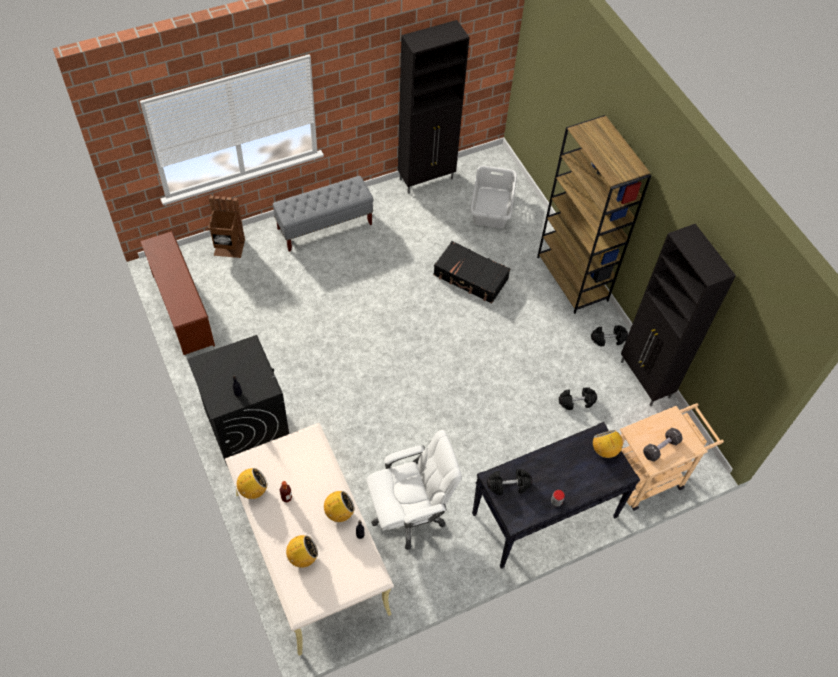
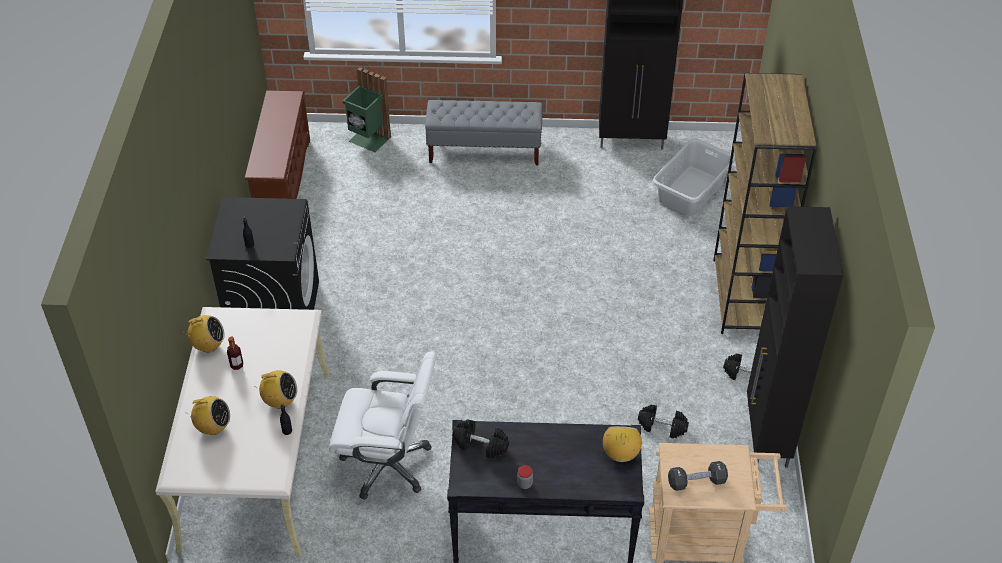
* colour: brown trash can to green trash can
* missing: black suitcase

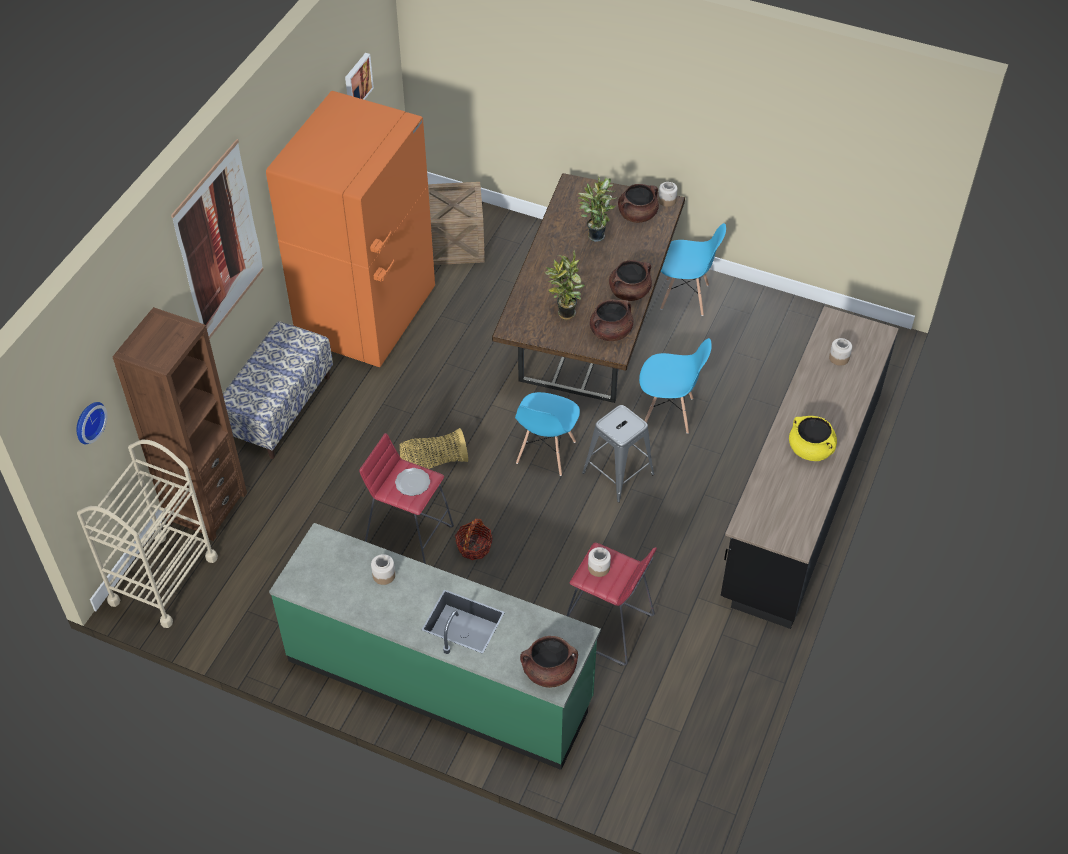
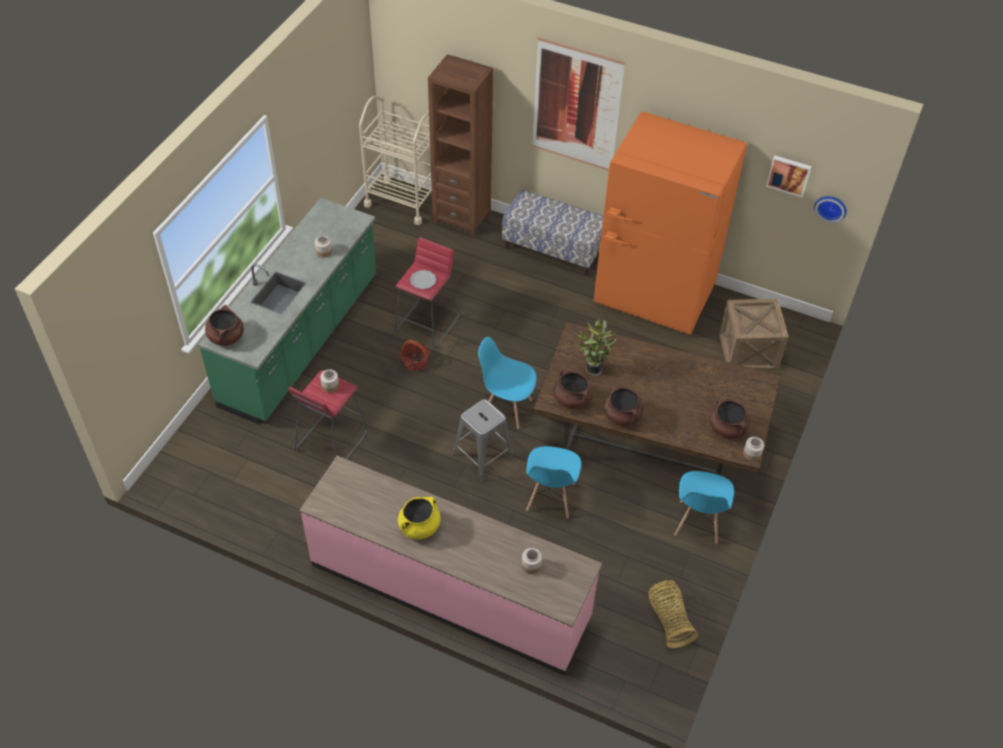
* missing: potted plant (no. 2 from left)
* colour: black counter to pink counter
* relocated: wall clock
* relocated: basket (no. 1 from left in the first image) to basket (no. 2 from left)

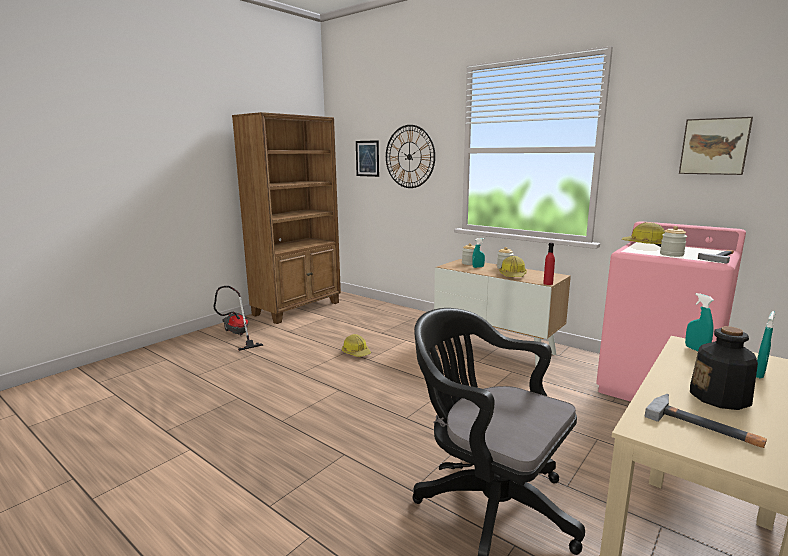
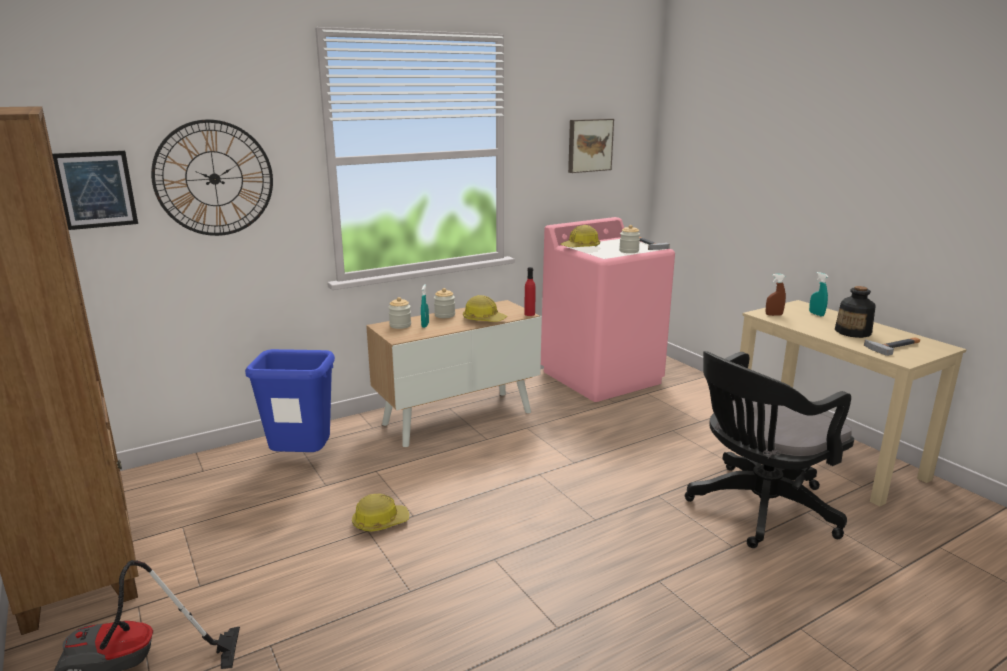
* colour: turquoise spray bottle (no. 2 from left) to brown spray bottle
* appeared: blue trash can

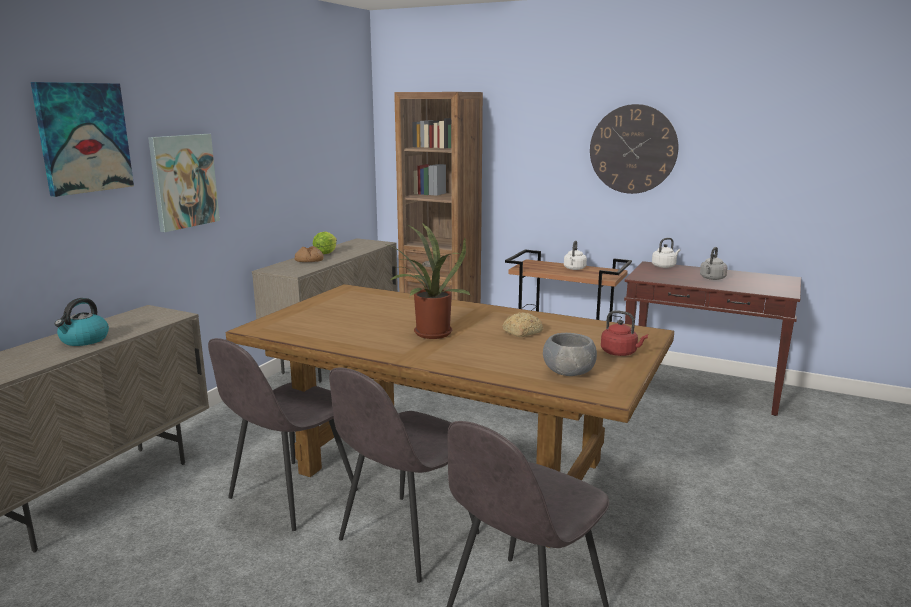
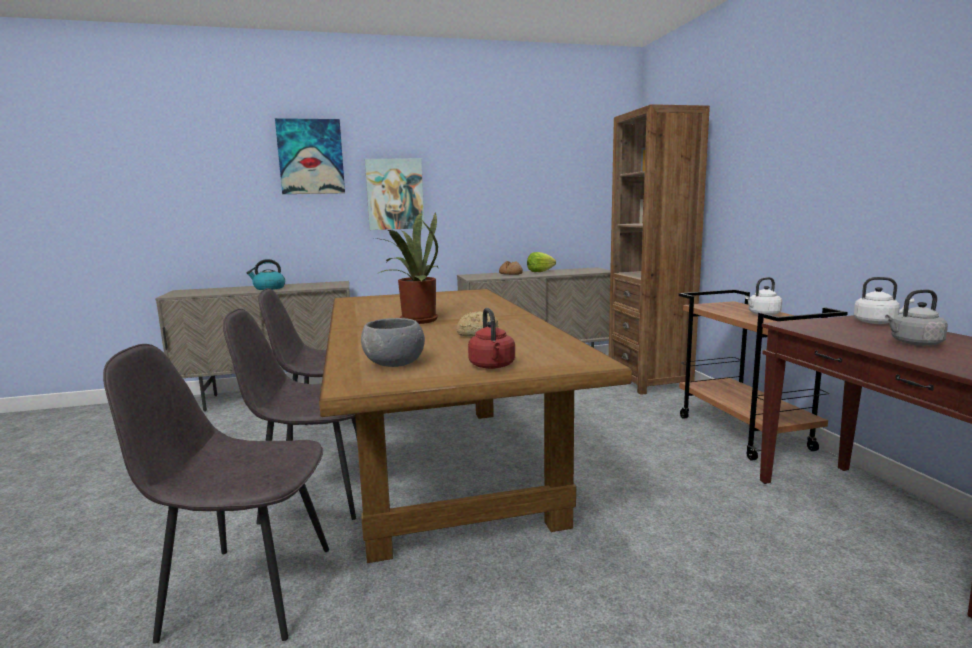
* missing: wall clock

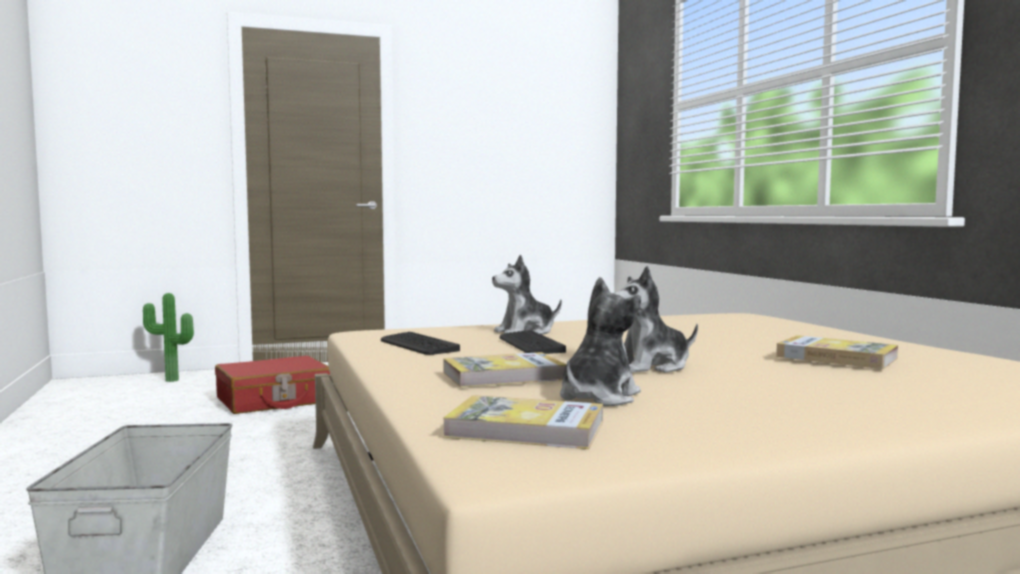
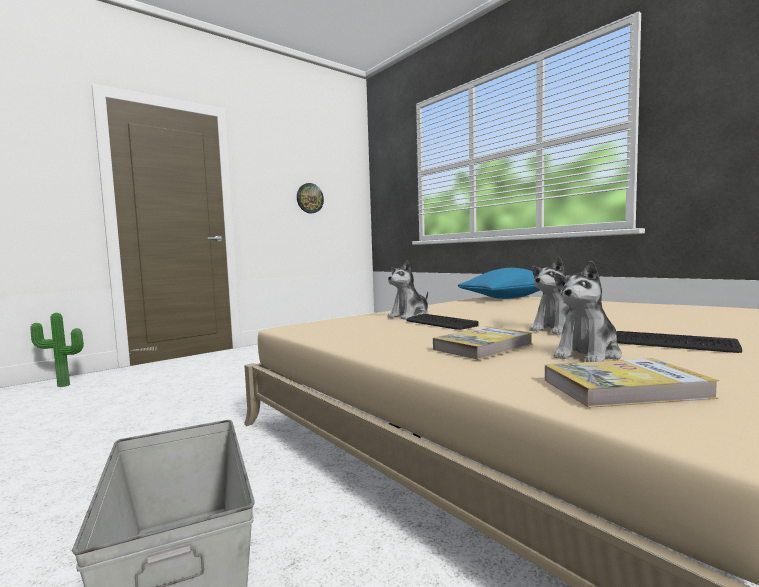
* spun: plush toy (no. 2 from left in the first image) 150 degrees counterclockwise
* relocated: keyboard (no. 1 from left in the first image) to keyboard (no. 2 from left)
* missing: book (no. 3 from left)
* missing: red suitcase
* appeared: wall clock
* appeared: blue pillow

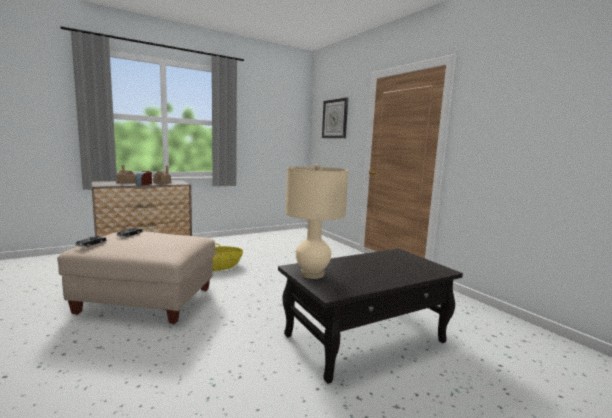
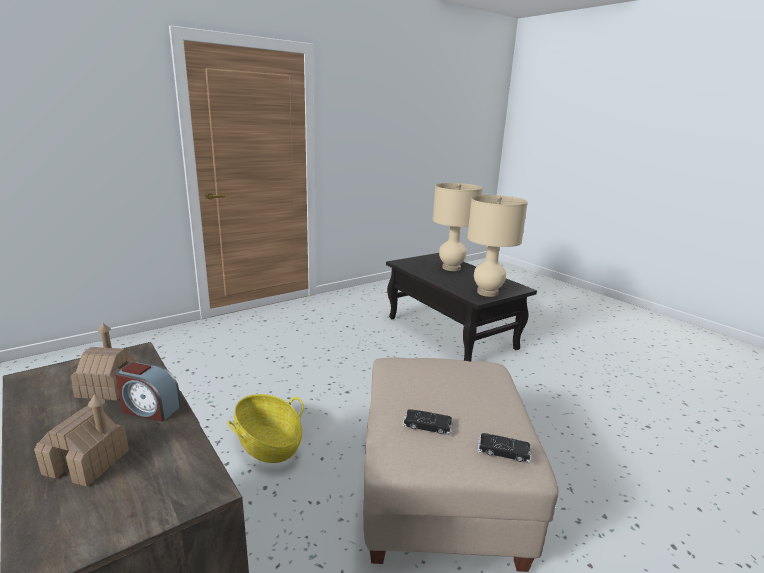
* missing: wall clock
* appeared: beige table lamp (no. 1 from left)

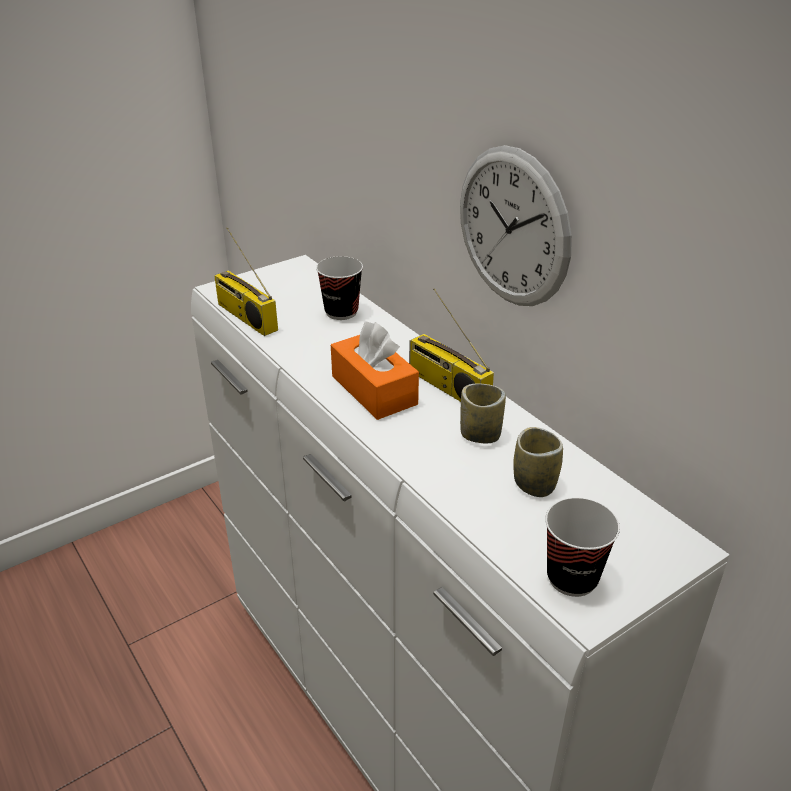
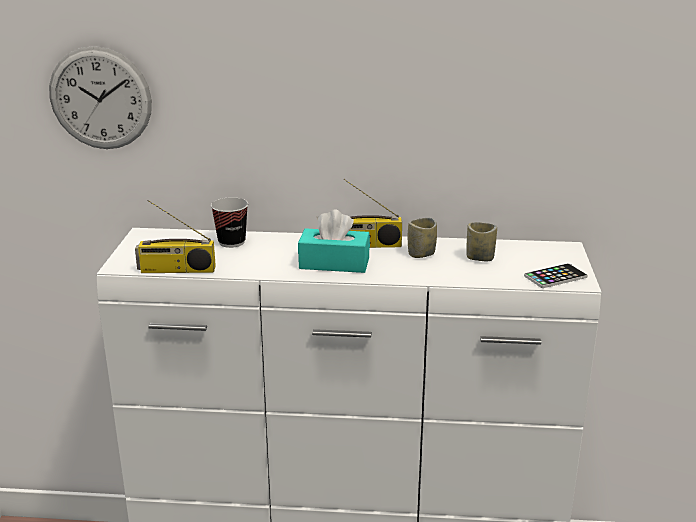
* relocated: wall clock
* colour: orange tissue box to turquoise tissue box
* exchanged: cup (no. 4 from left) to phone

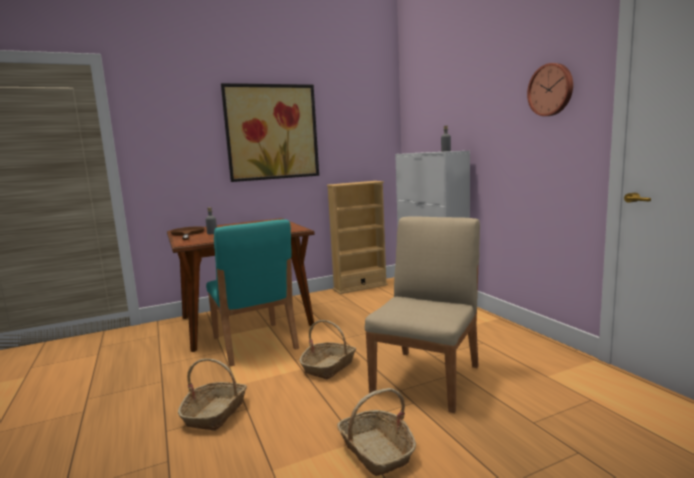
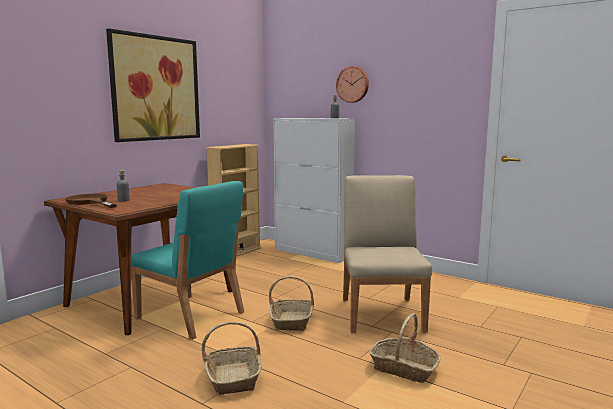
* relocated: wall clock

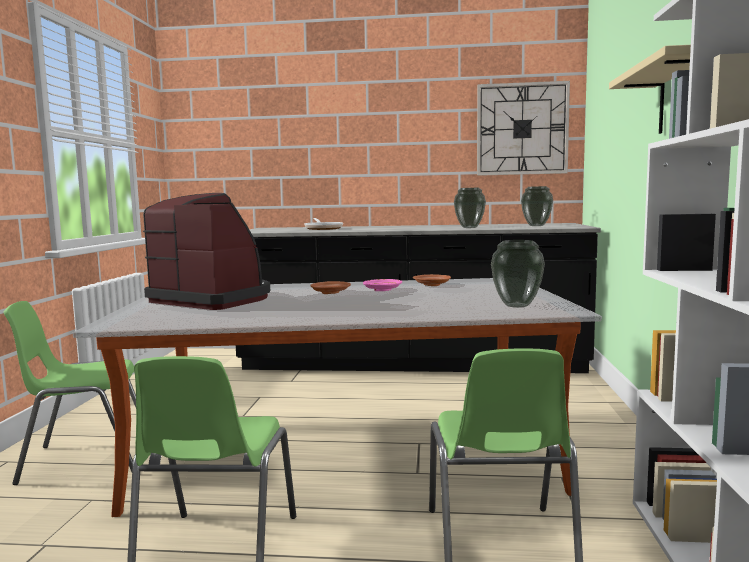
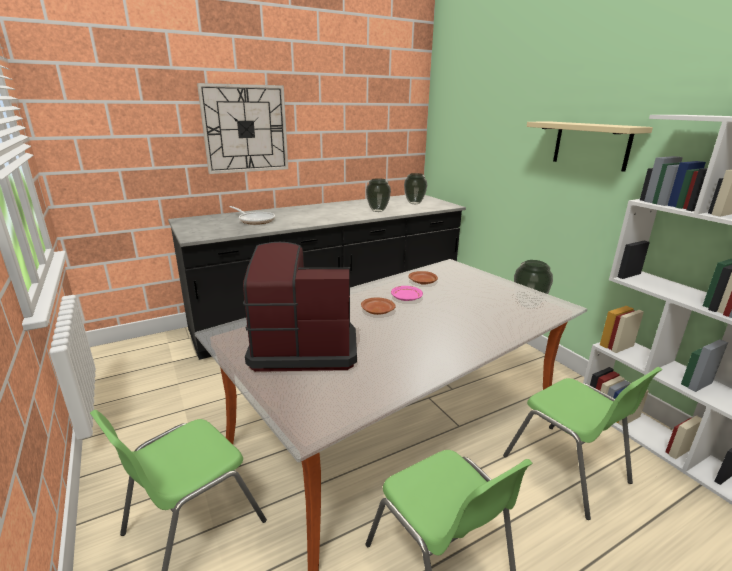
* relocated: wall clock

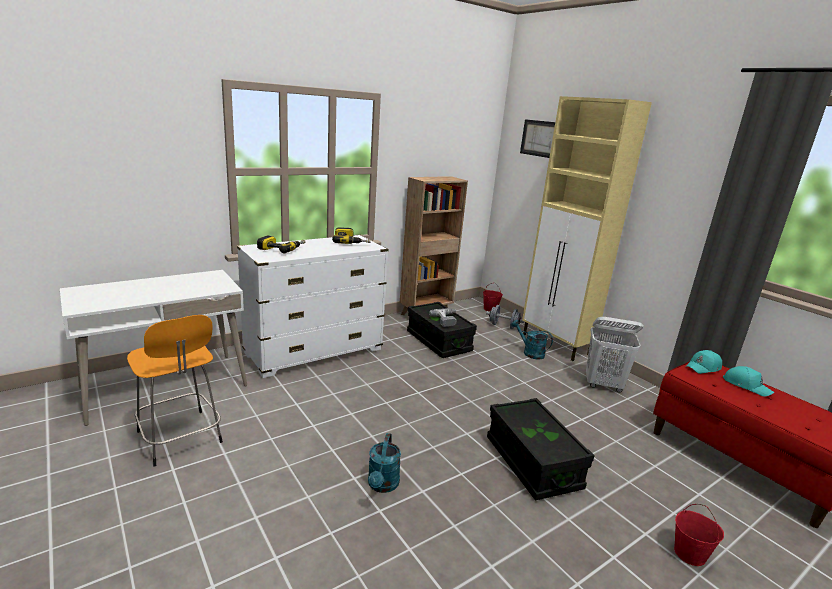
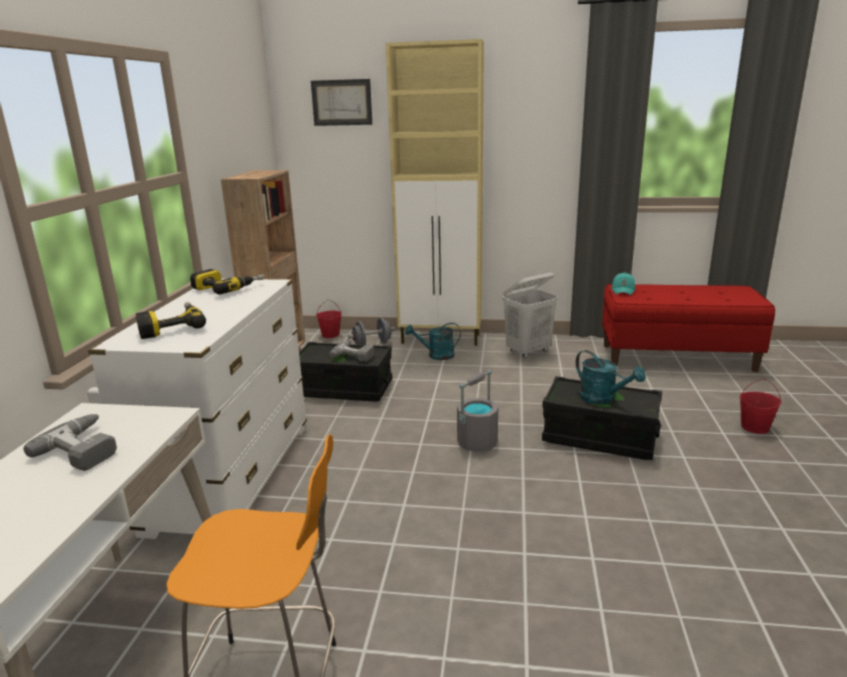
* missing: turquoise cap (no. 2 from left)
* relocated: turquoise watering can (no. 1 from left in the first image) to turquoise watering can (no. 2 from left)
* appeared: grey bucket
* appeared: power drill (no. 1 from left)

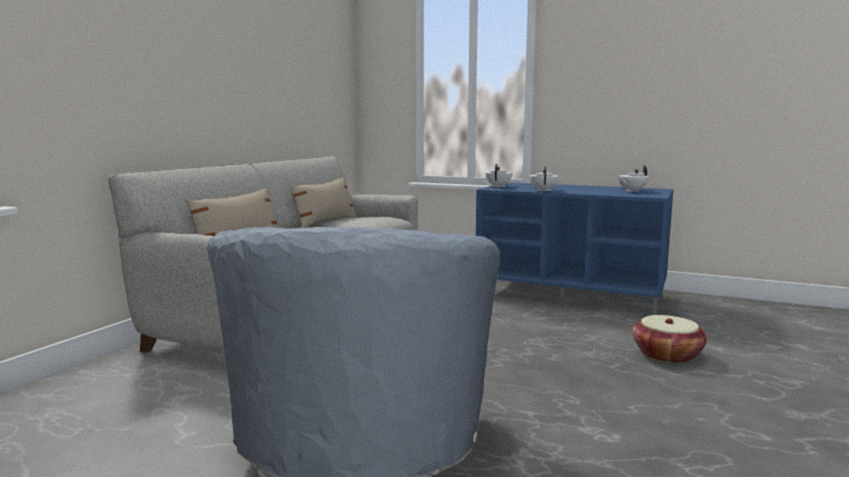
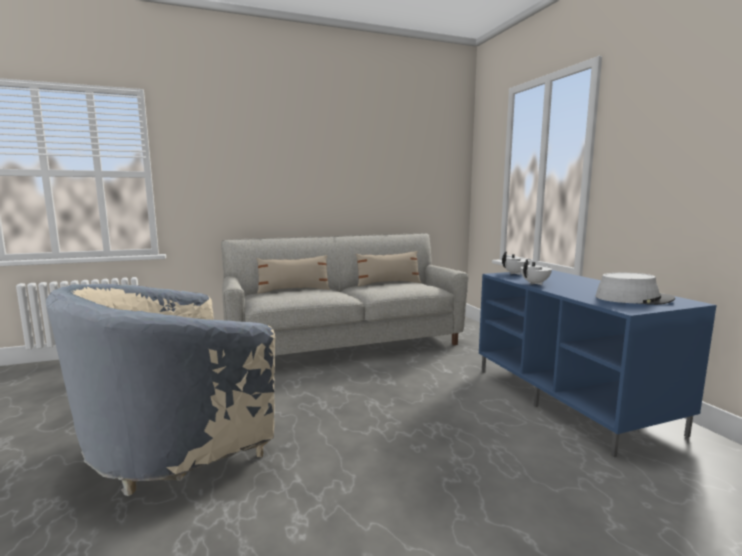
* exchanged: white teapot (no. 3 from left) to grey hat
* missing: basket

